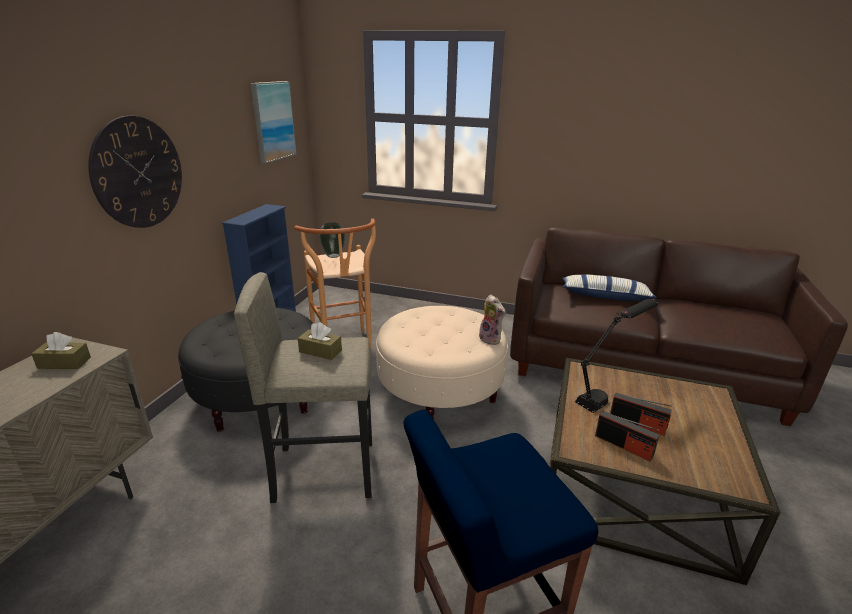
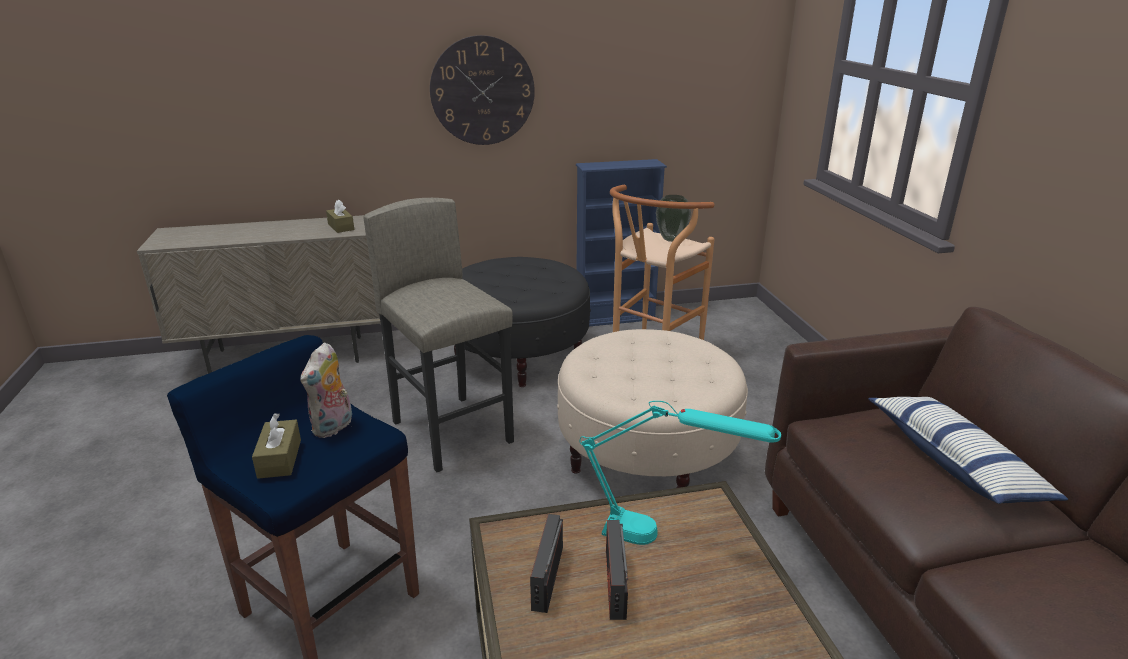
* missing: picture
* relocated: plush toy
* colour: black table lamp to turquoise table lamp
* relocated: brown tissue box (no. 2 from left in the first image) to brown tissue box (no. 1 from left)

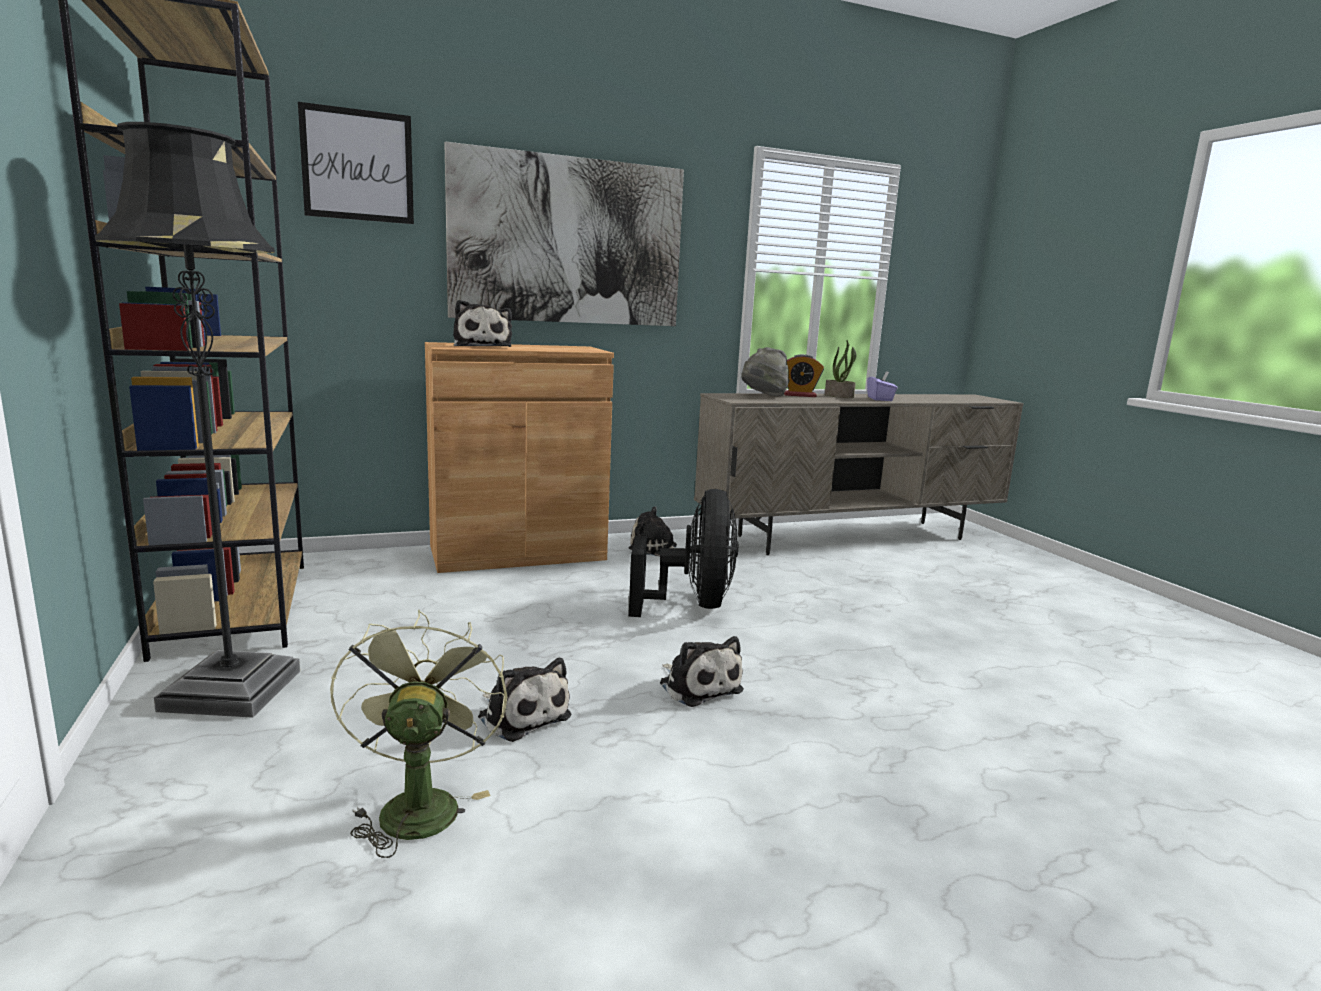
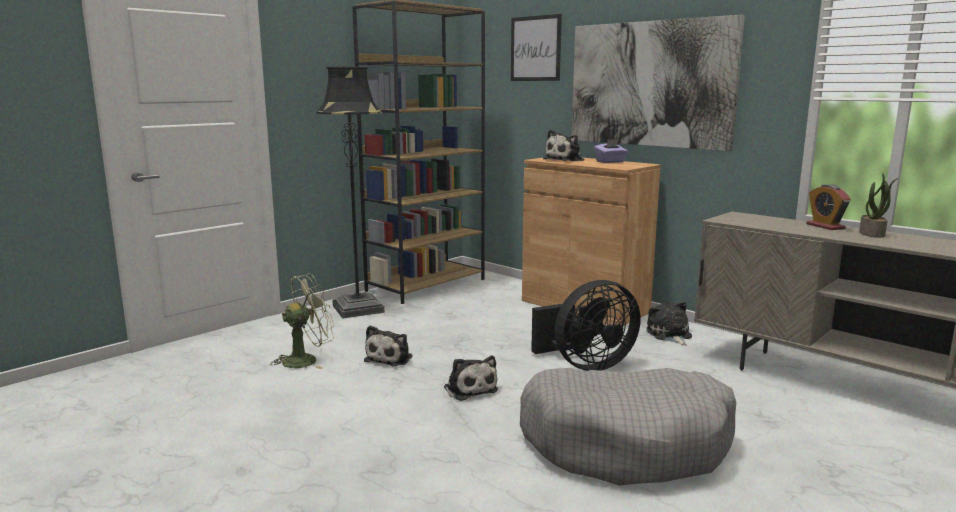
* missing: grey hat
* relocated: purple tissue box
* spun: plush toy (no. 4 from left in the first image) 60 degrees counterclockwise
* appeared: grey dog bed

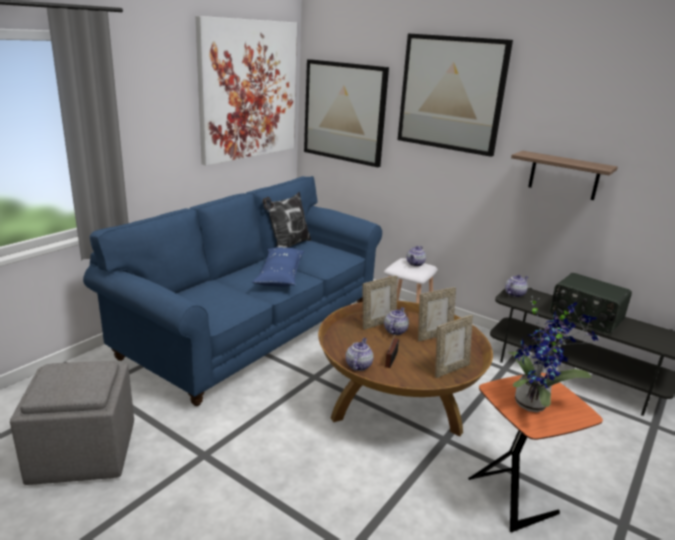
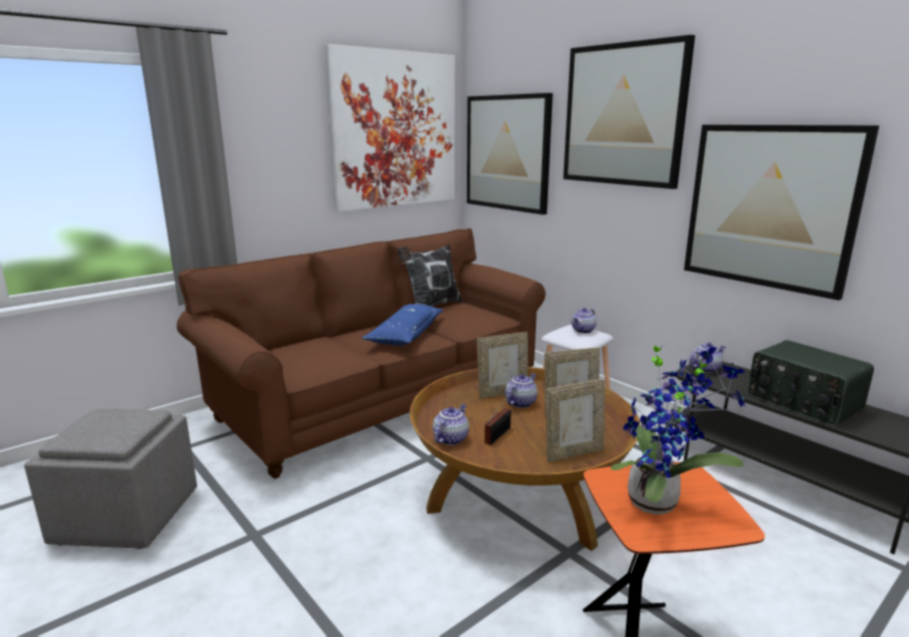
* exchanged: shelf to picture (no. 4 from left)
* colour: blue sofa to brown sofa

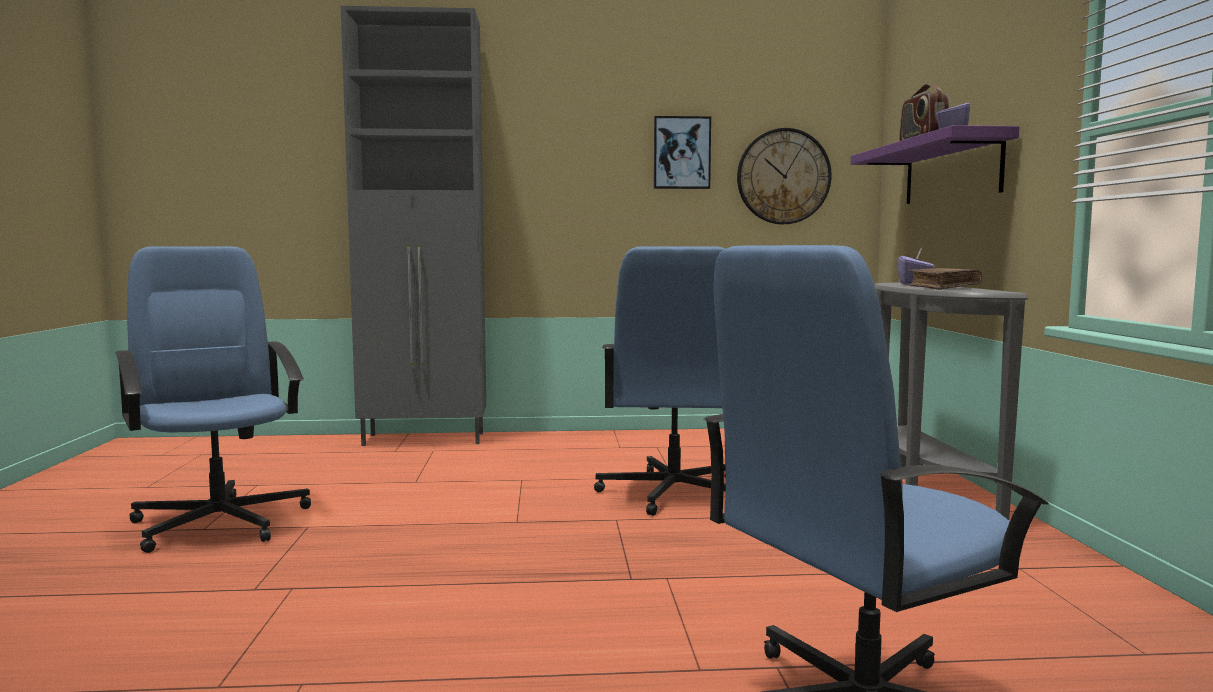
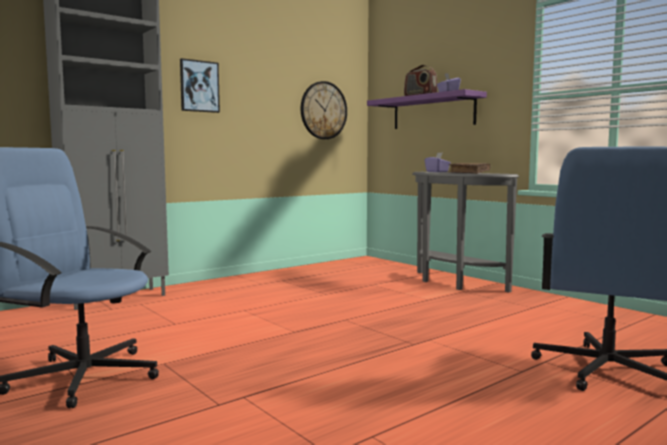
* relocated: picture
* missing: blue office chair (no. 2 from left)

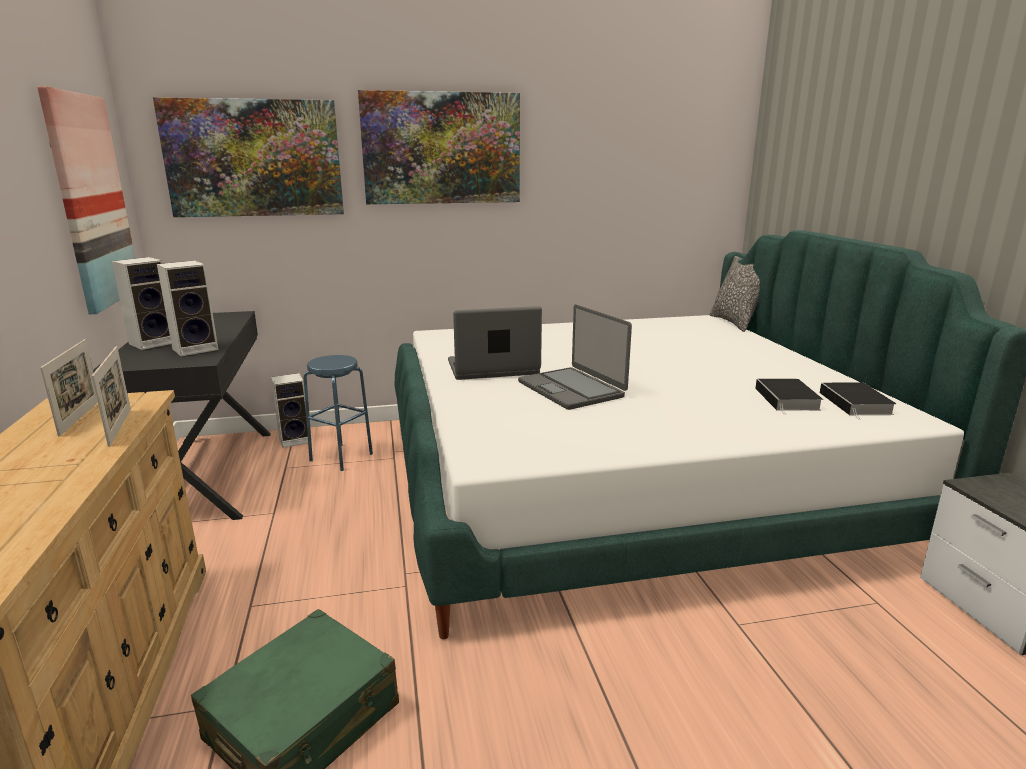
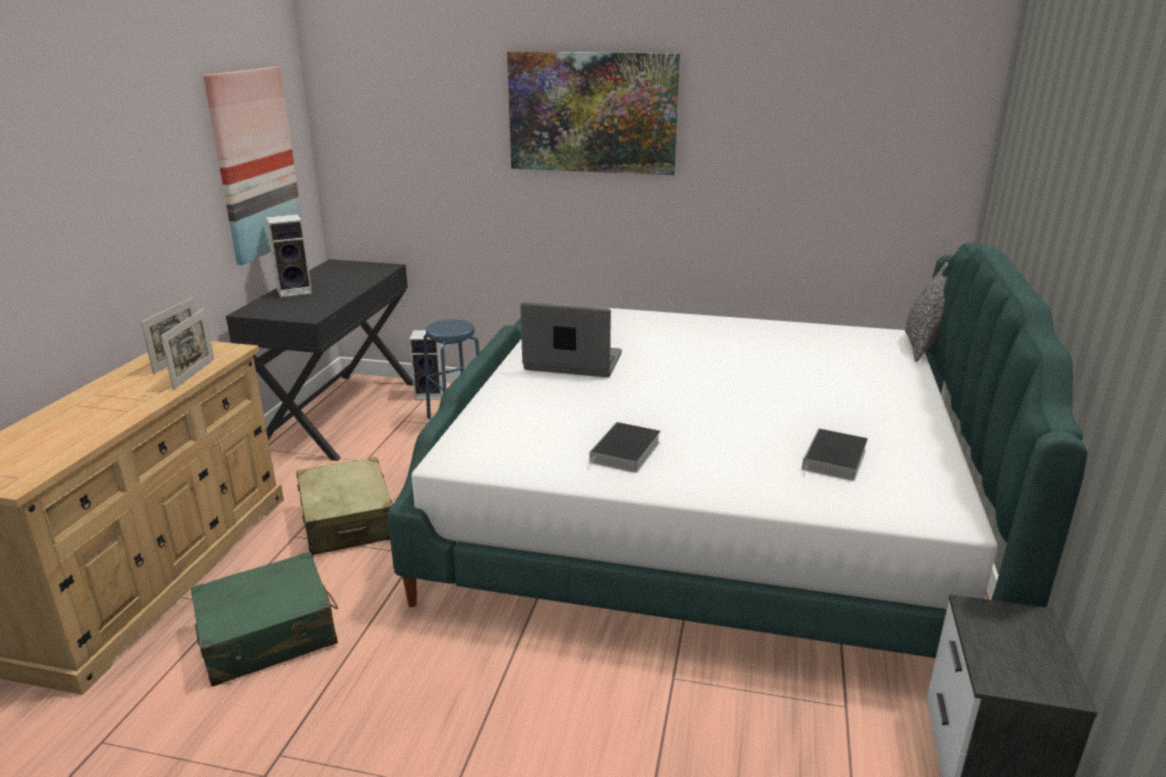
* missing: picture (no. 2 from left)
* missing: speaker (no. 2 from left)
* missing: laptop (no. 2 from left)
* relocated: book (no. 2 from left in the first image) to book (no. 1 from left)
* appeared: beige suitcase

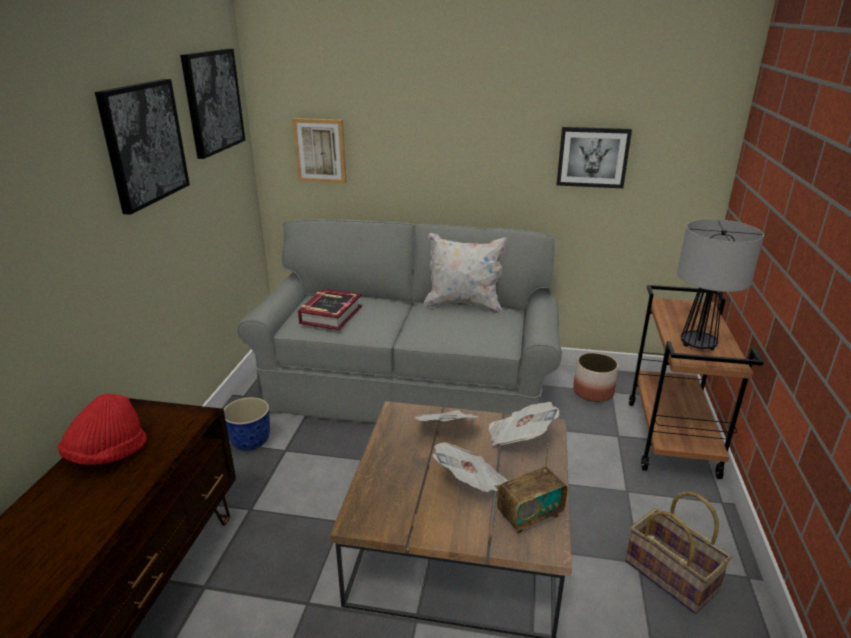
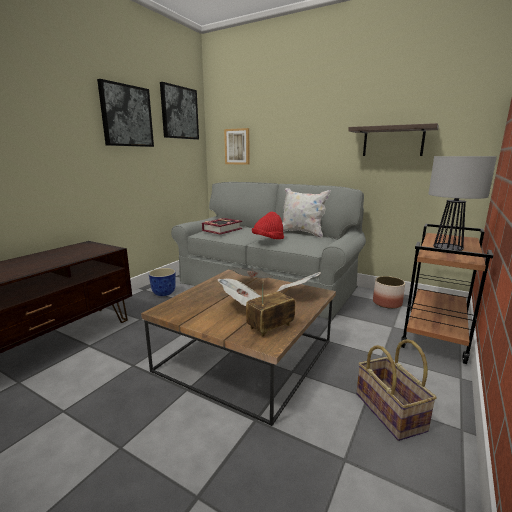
* exchanged: picture (no. 4 from left) to shelf
* relocated: red hat
* spun: radio 150 degrees clockwise

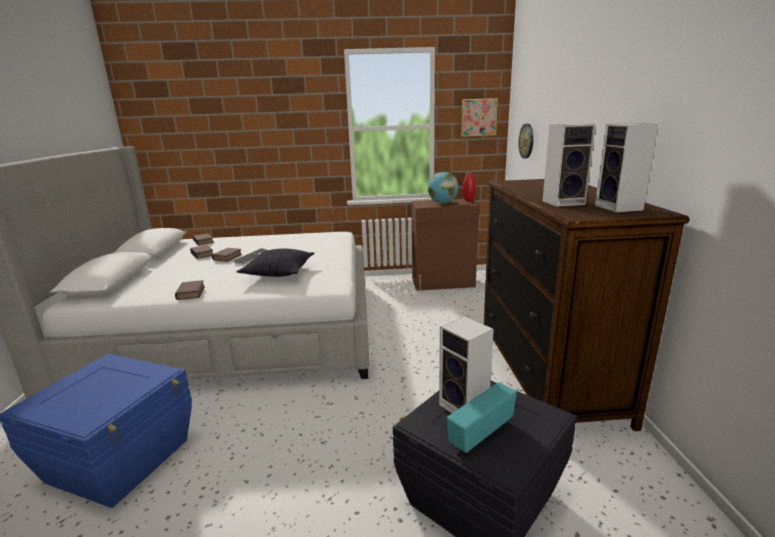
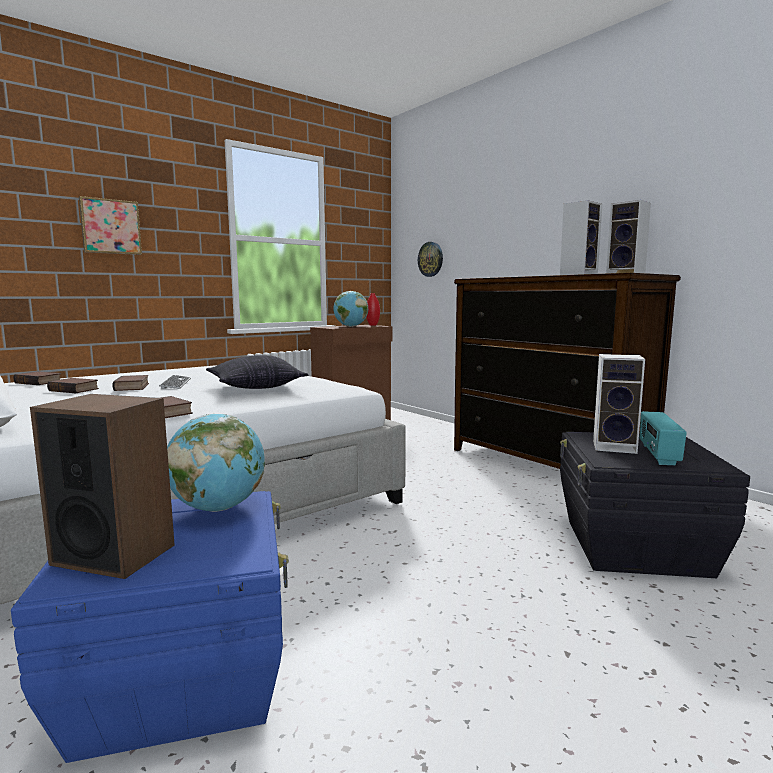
* relocated: picture
* appeared: speaker (no. 1 from left)
* appeared: globe (no. 1 from left)

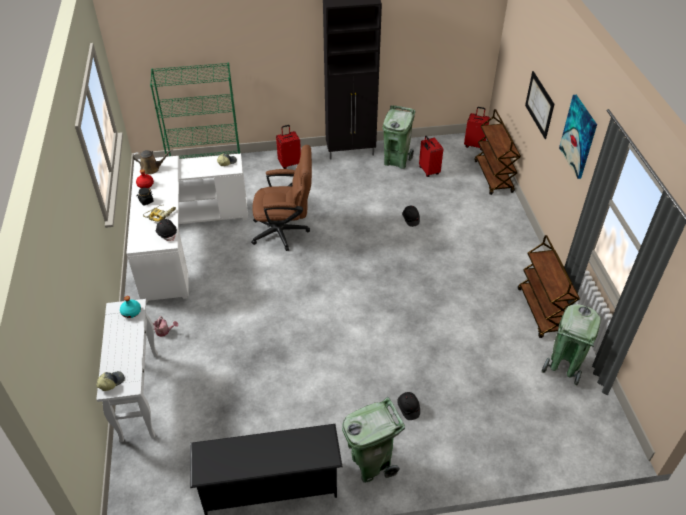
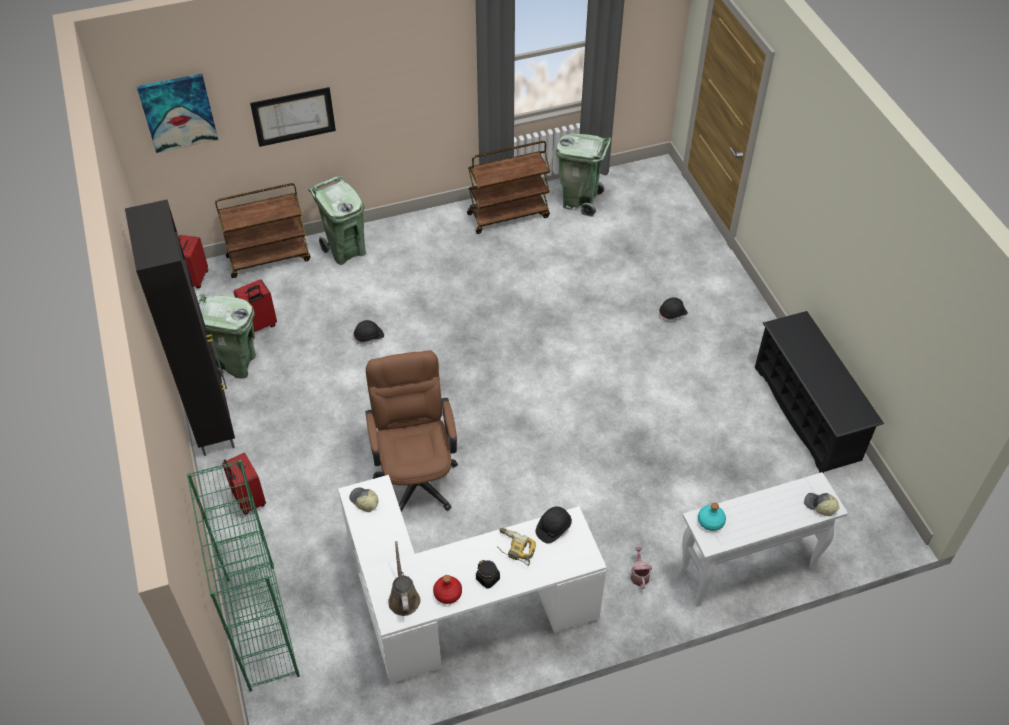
* relocated: picture (no. 2 from left in the first image) to picture (no. 1 from left)
* relocated: green trash can (no. 1 from left in the first image) to green trash can (no. 2 from left)

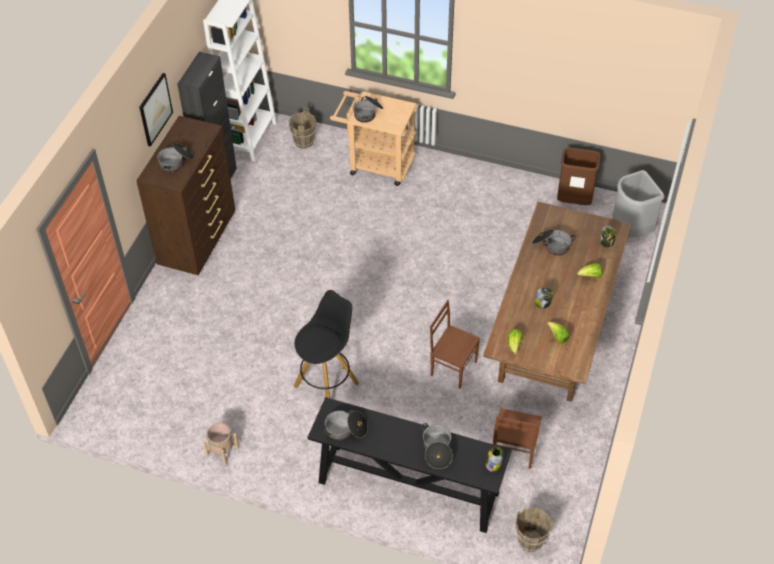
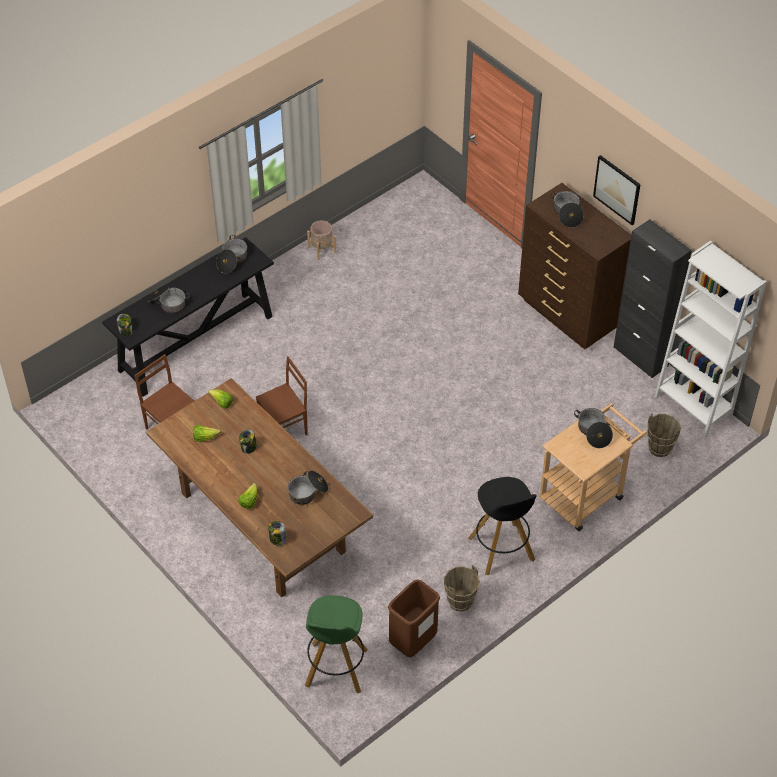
* exchanged: grey trash can to green stool
* relocated: black stool
* relocated: brown bucket (no. 2 from left in the first image) to brown bucket (no. 1 from left)

